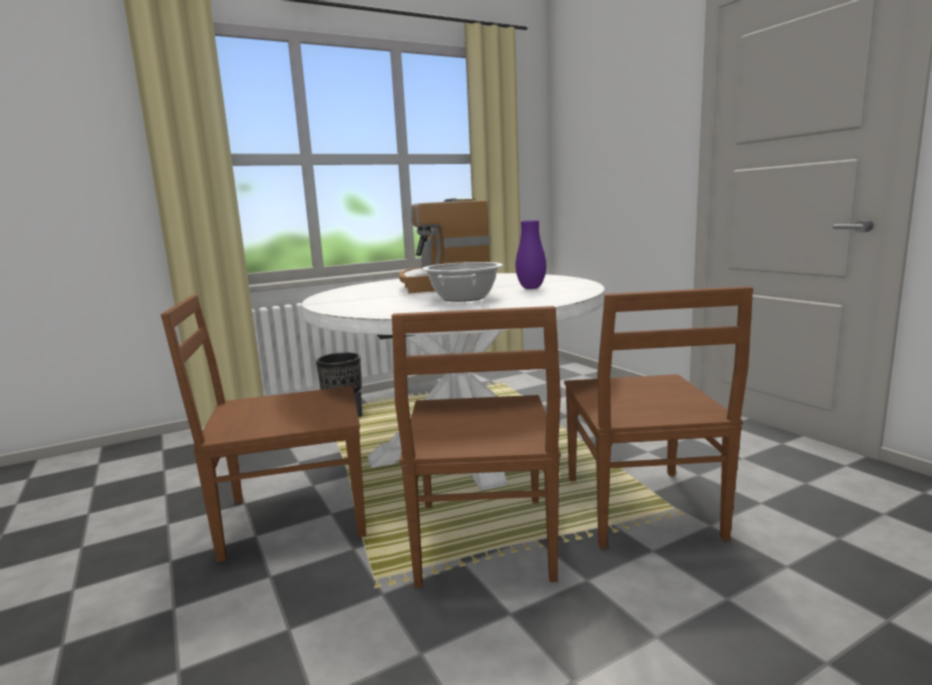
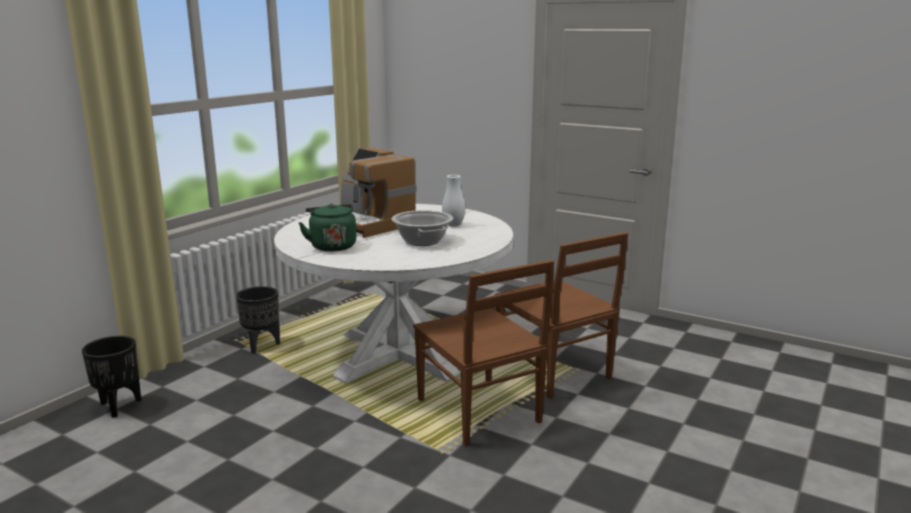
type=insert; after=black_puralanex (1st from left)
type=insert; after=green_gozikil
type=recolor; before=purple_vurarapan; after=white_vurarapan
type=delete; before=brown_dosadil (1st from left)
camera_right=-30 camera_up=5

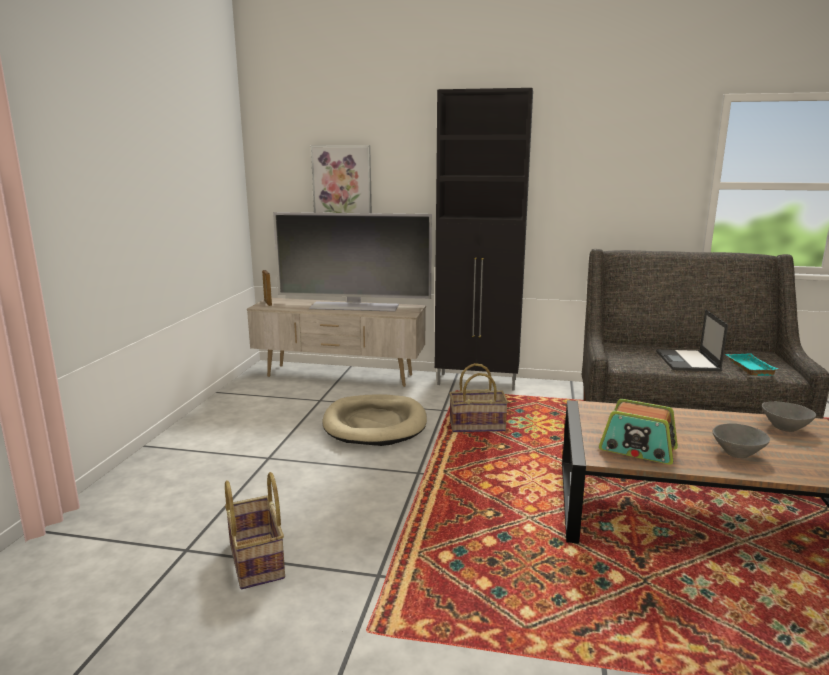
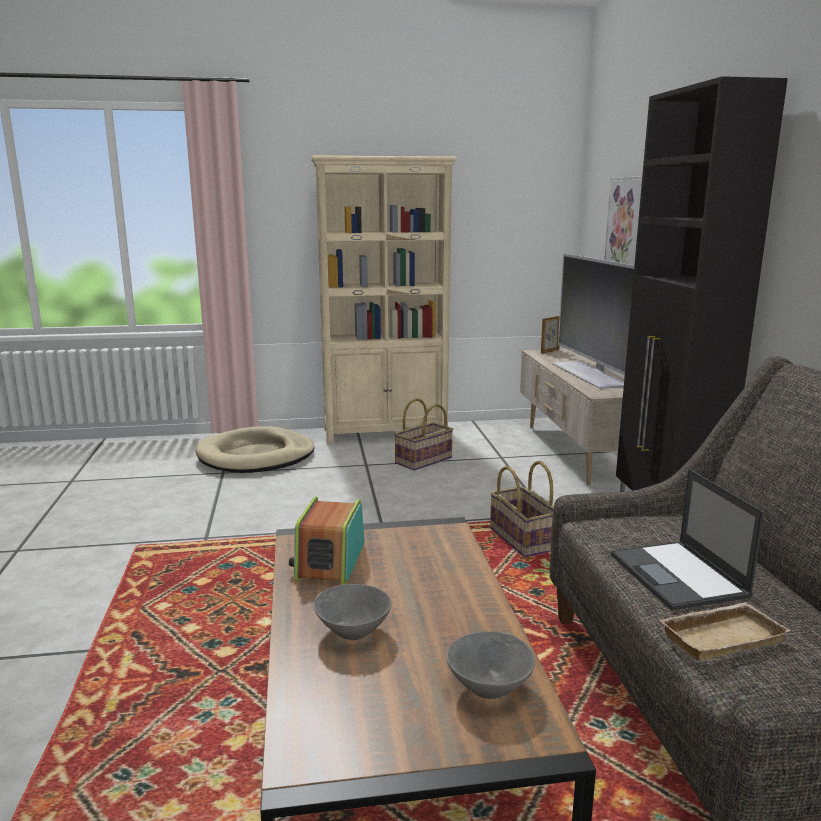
type=move; before=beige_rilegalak
type=insert; after=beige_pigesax
type=move; before=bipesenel (1st from left)
type=rotate; before=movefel; turn=-90
type=recolor; before=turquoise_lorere; after=beige_lorere
camera_right=70 camera_up=0

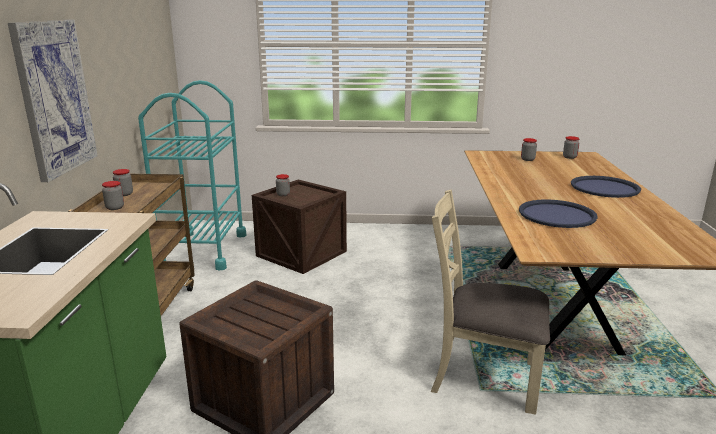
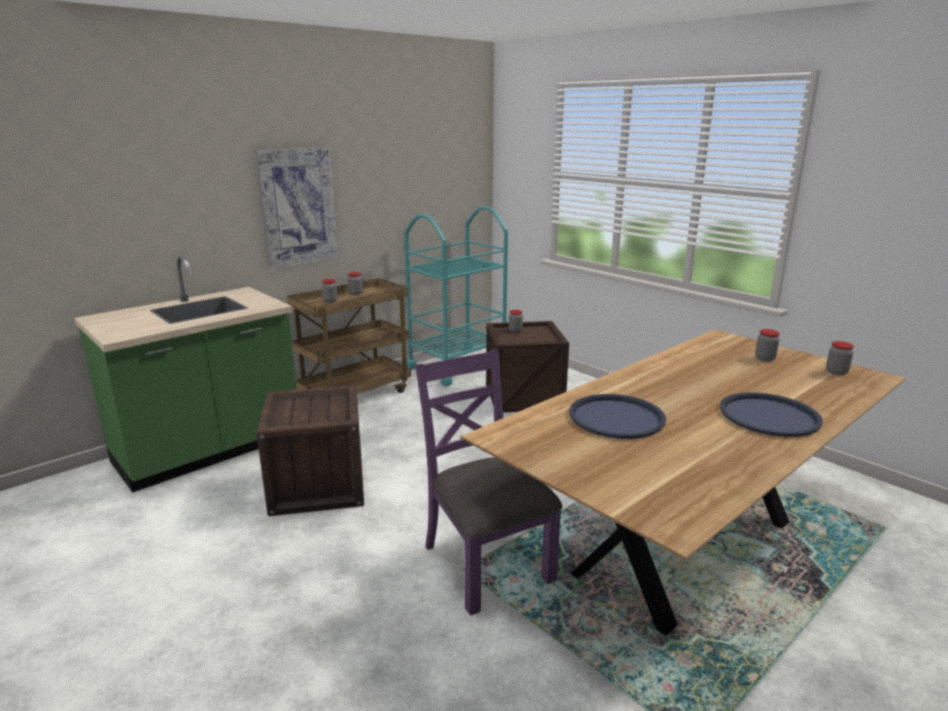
type=recolor; before=beige_dosadil; after=purple_dosadil
camera_right=45 camera_up=0

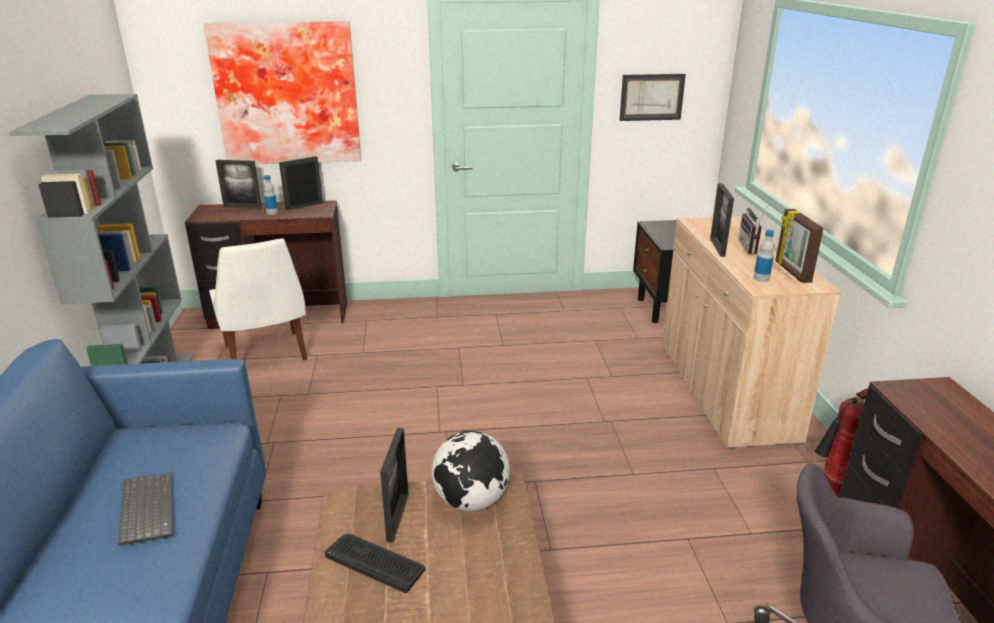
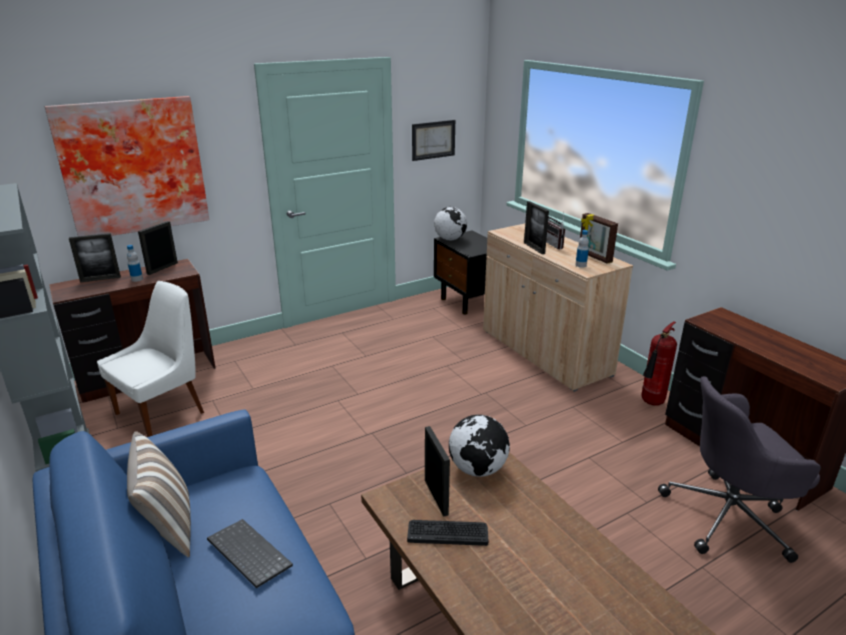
type=rotate; before=white_dosadil; turn=-90
type=insert; after=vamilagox
type=insert; after=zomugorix (1st from left)
camera_right=-25 camera_up=0

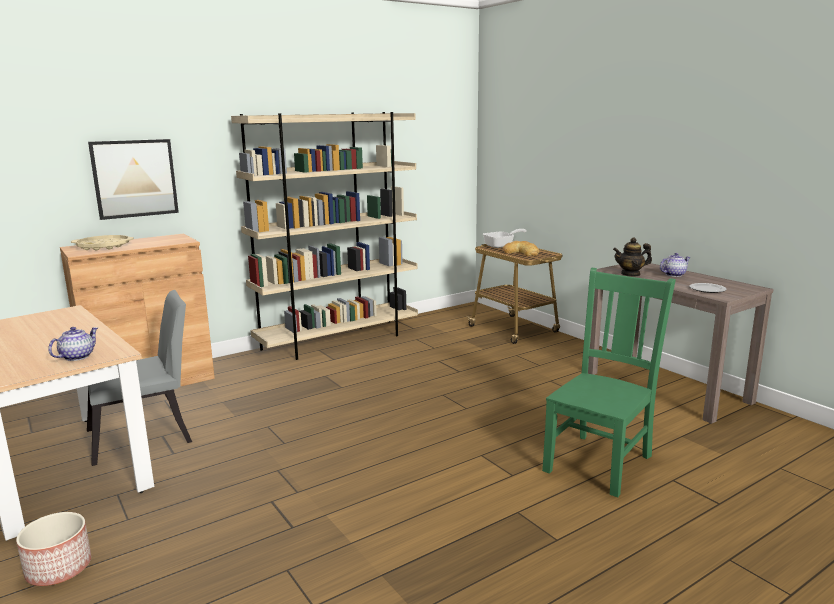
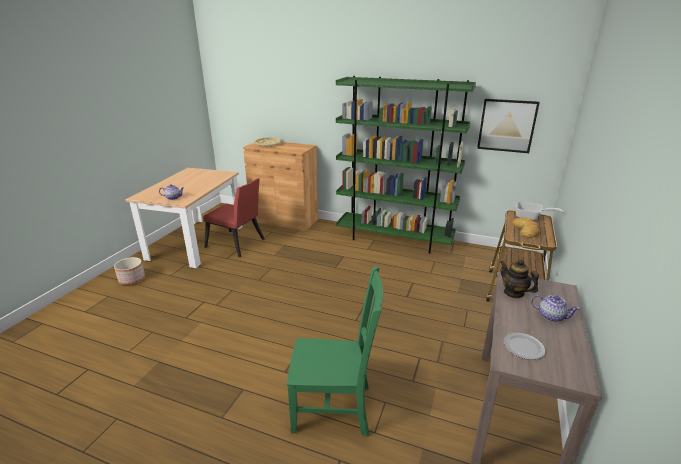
type=recolor; before=grey_dosadil; after=red_dosadil
type=recolor; before=beige_pigesax; after=green_pigesax
type=move; before=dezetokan
camera_right=55 camera_up=10

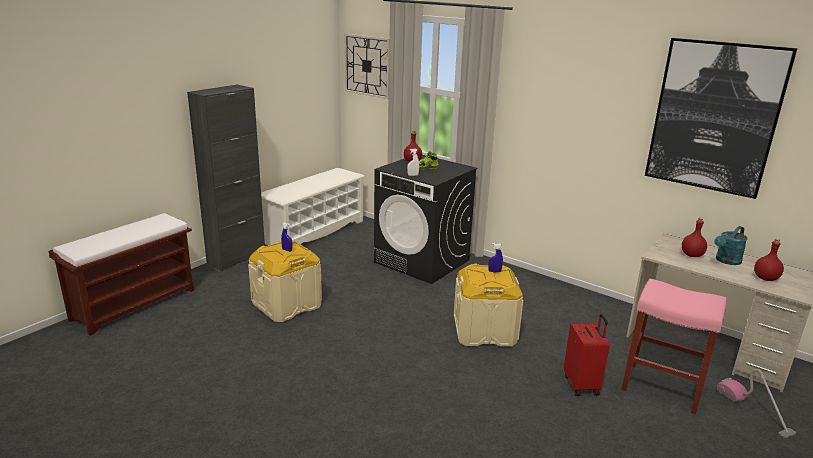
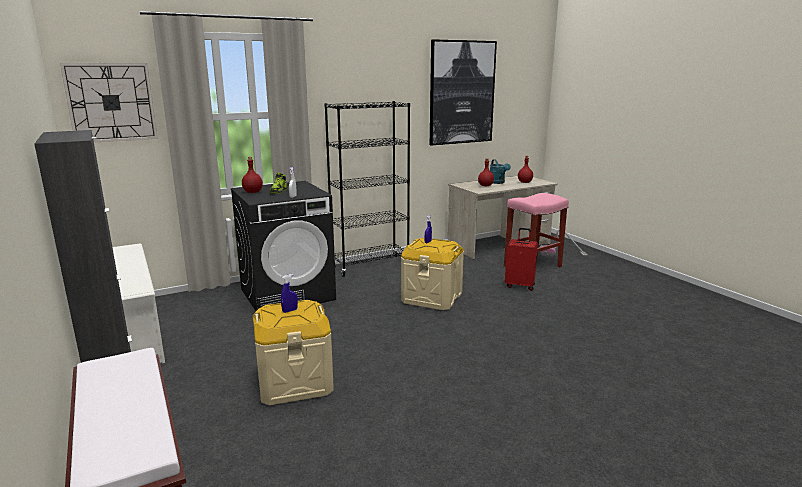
type=insert; after=black_pigesax
camera_right=-65 camera_up=-5

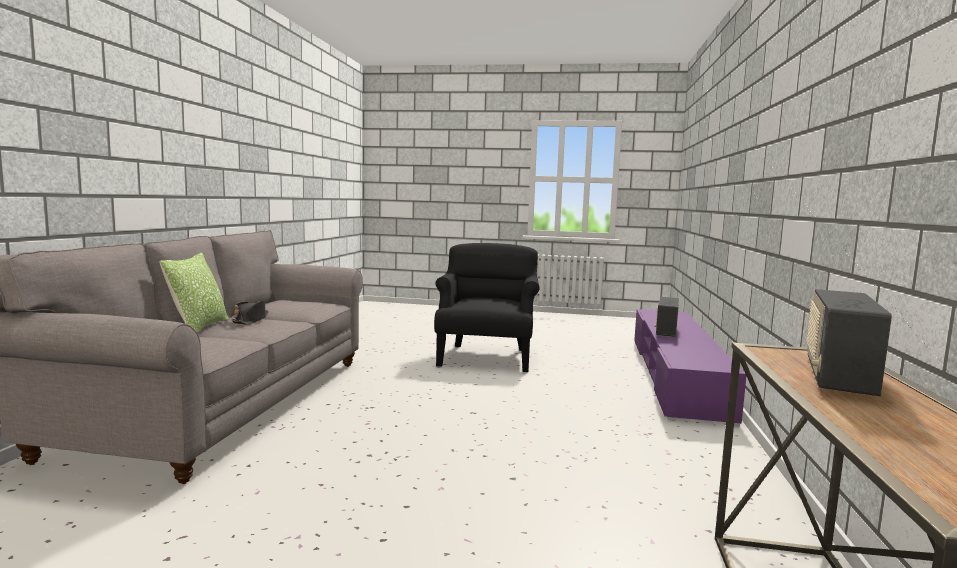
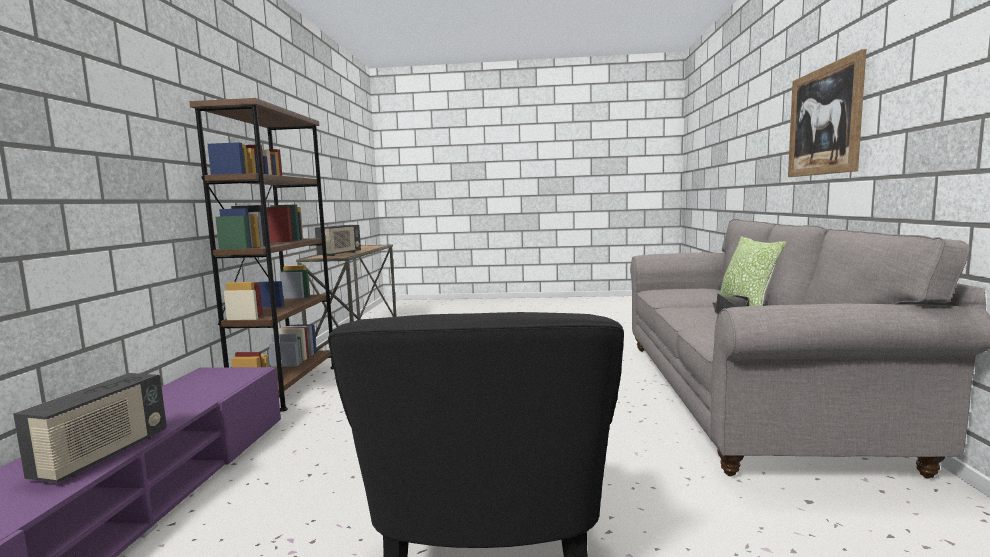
type=insert; after=brown_pigesax
type=insert; after=dezetokan
camera_right=175 camera_up=0

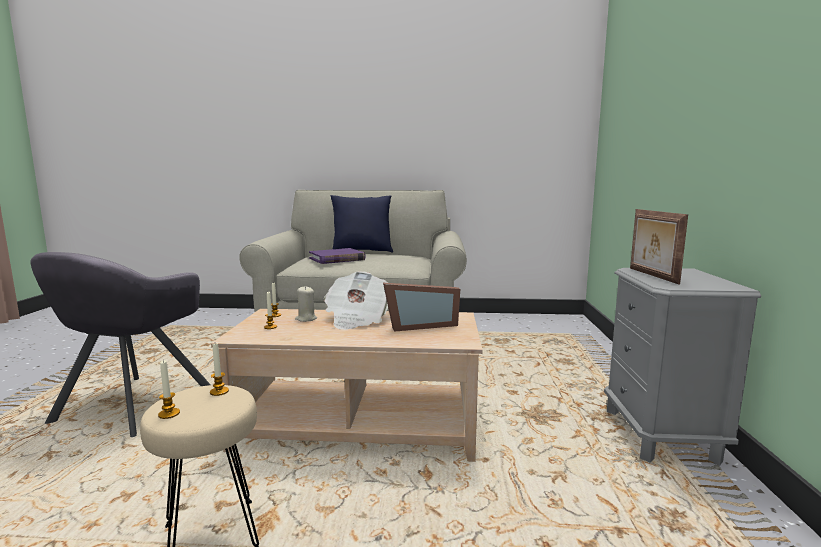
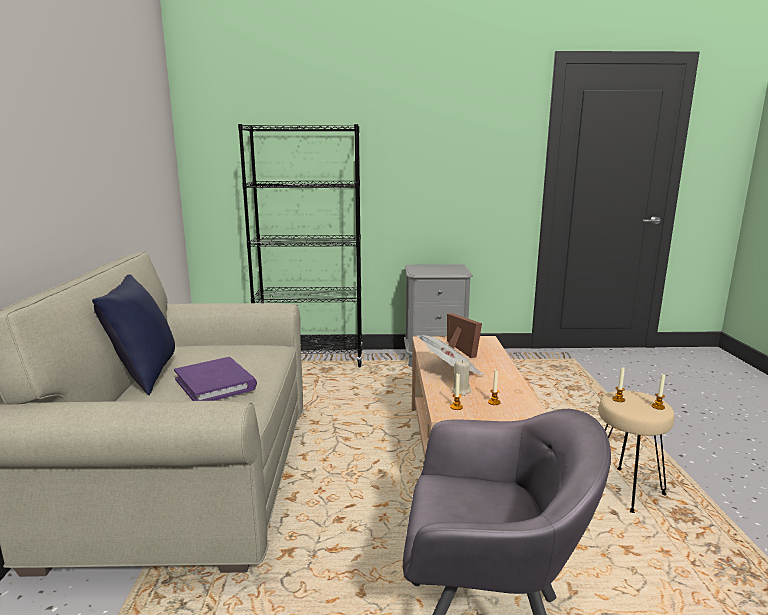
type=insert; after=black_pigesax
type=delete; before=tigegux (2nd from left)
camera_right=-95 camera_up=5

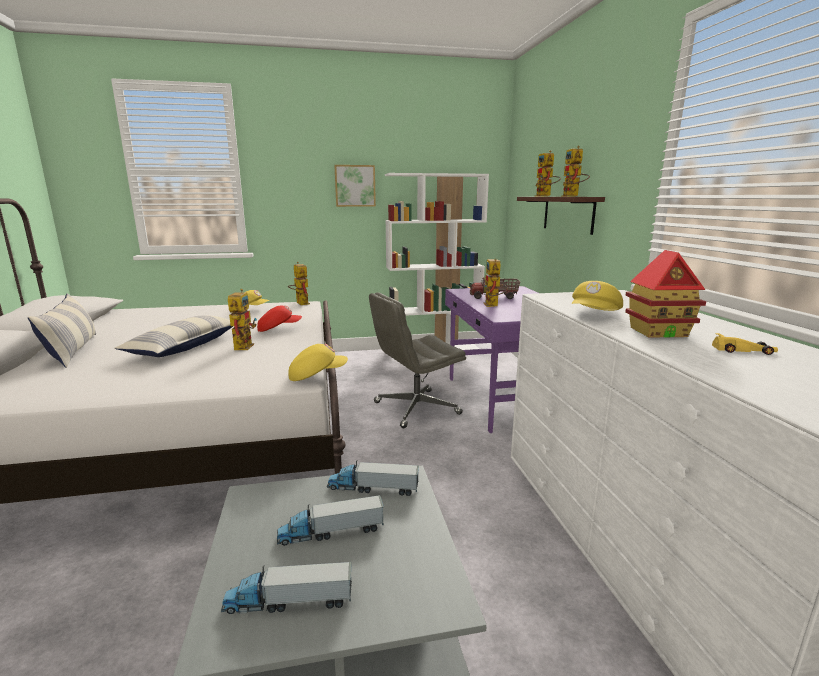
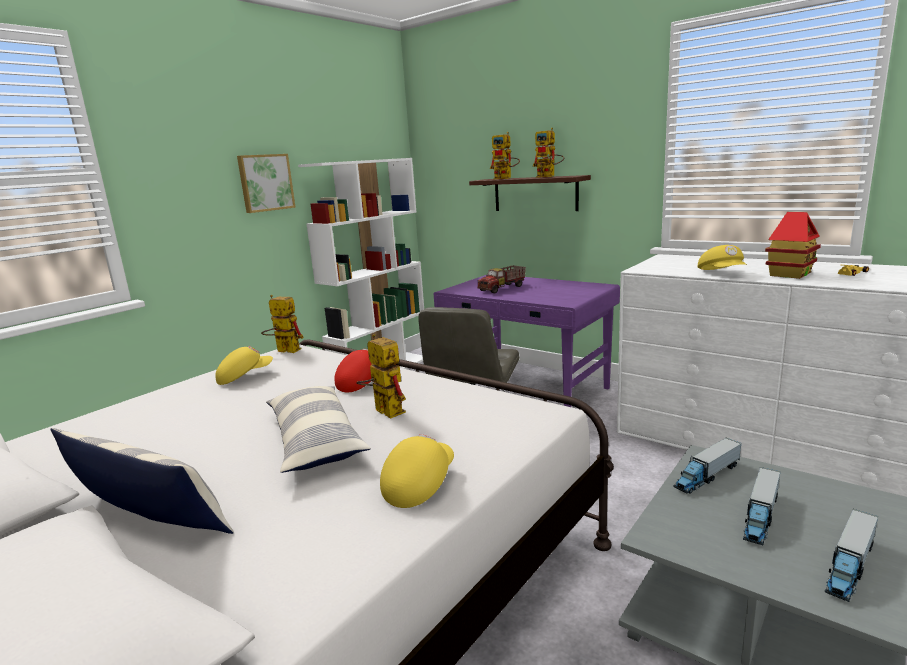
type=move; before=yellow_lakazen (2nd from left)
type=delete; before=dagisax (3rd from left)
camera_right=-40 camera_up=0

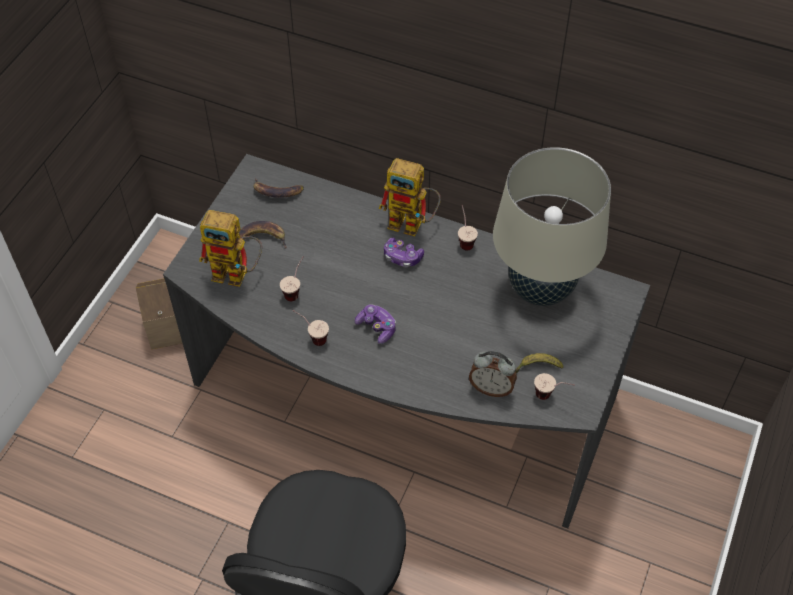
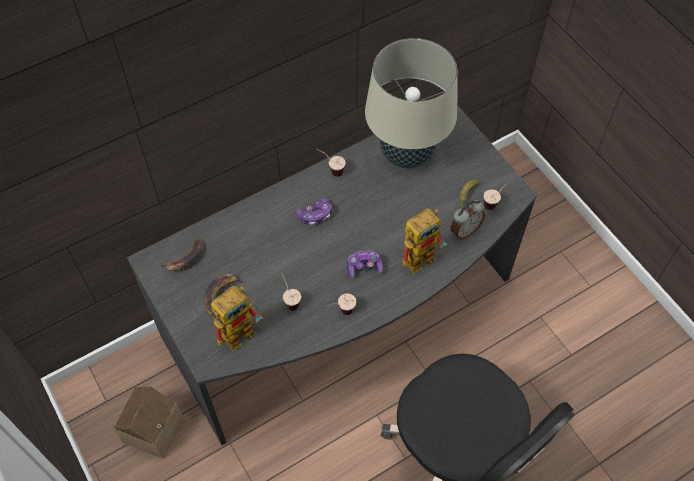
type=move; before=dagisax (2nd from left)
camera_right=-55 camera_up=5

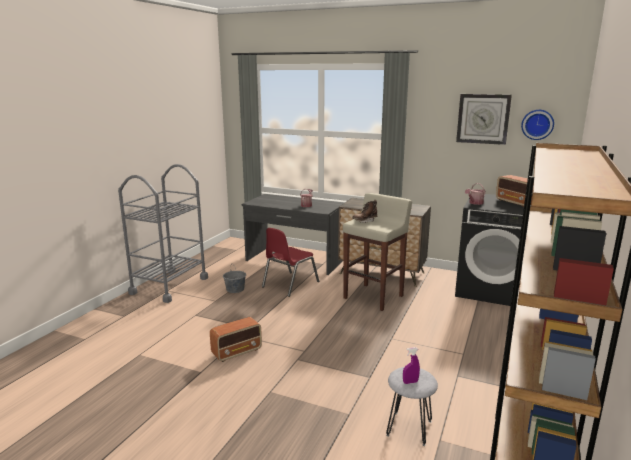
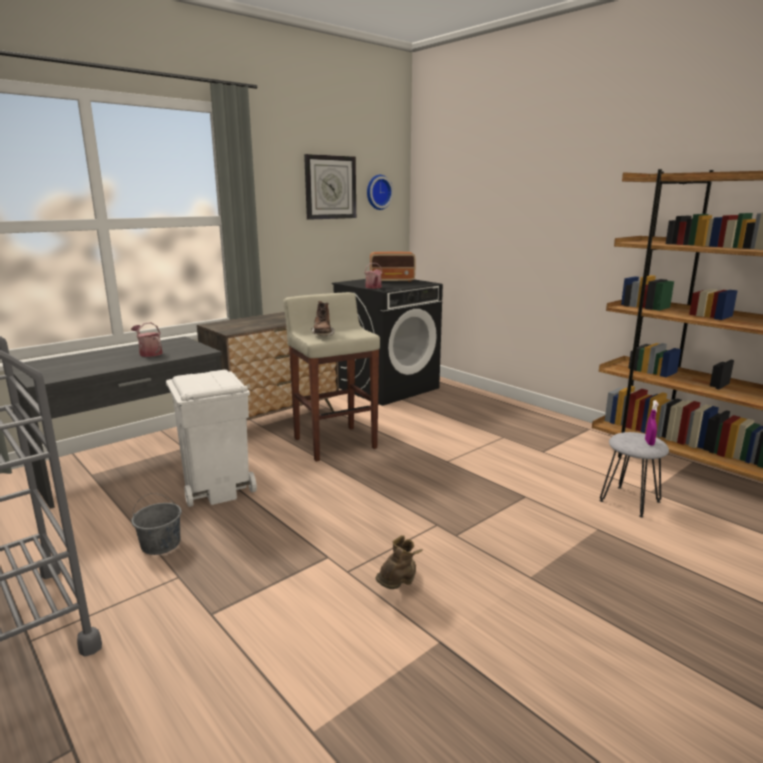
type=replace; before=red_dosadil; after=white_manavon
type=replace; before=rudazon (1st from left); after=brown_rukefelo (2nd from left)
camera_right=-65 camera_up=0

